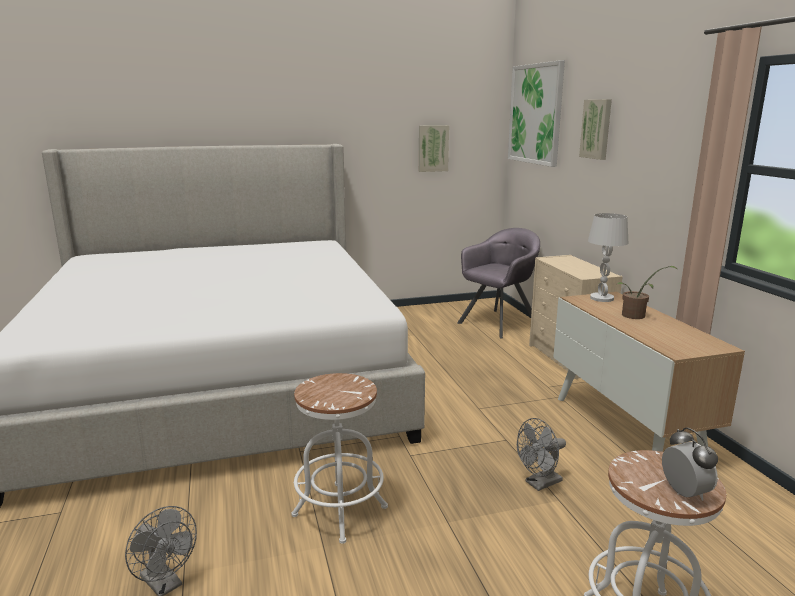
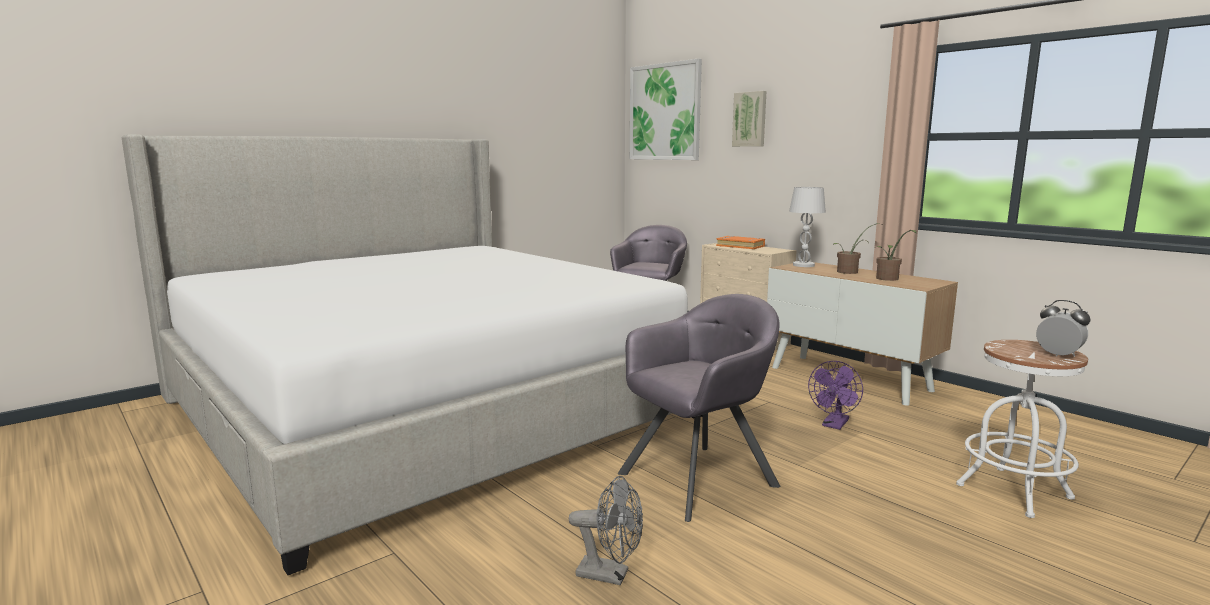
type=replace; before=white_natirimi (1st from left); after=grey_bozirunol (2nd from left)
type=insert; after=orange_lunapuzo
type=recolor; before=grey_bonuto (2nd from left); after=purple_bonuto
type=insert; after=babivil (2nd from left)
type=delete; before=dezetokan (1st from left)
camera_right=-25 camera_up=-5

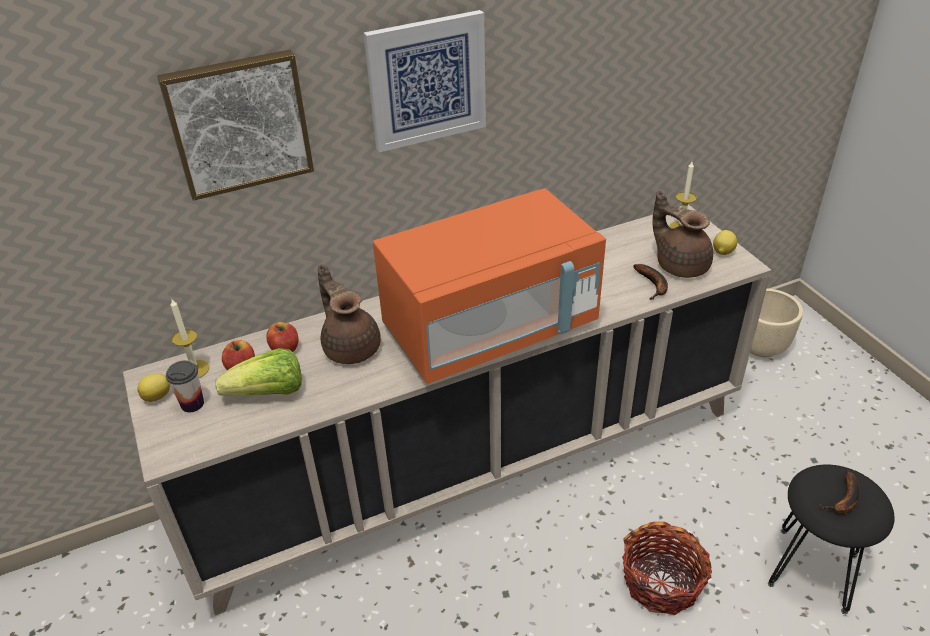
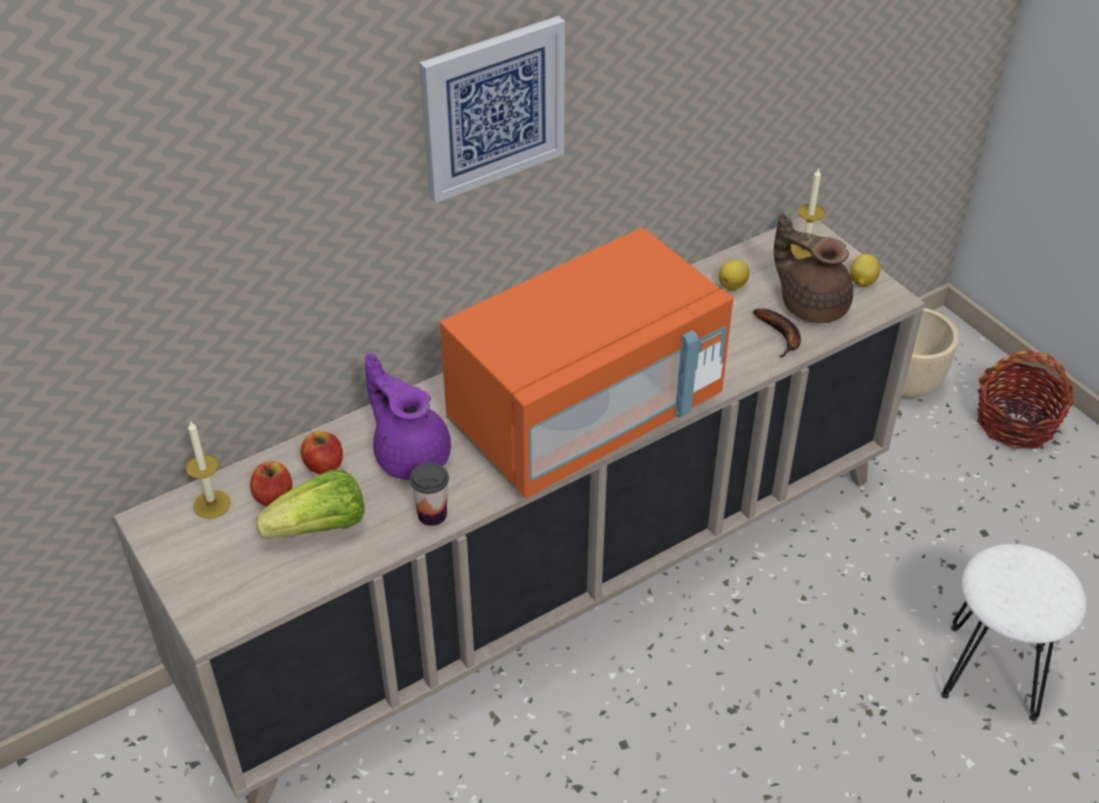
type=recolor; before=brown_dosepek (1st from left); after=purple_dosepek
type=move; before=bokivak
type=move; before=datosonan (1st from left)
type=recolor; before=black_natirimi; after=white_natirimi
type=move; before=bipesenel
type=delete; before=dezetokan (1st from left)
type=delete; before=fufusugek (2nd from left)
camera_right=-10 camera_up=5

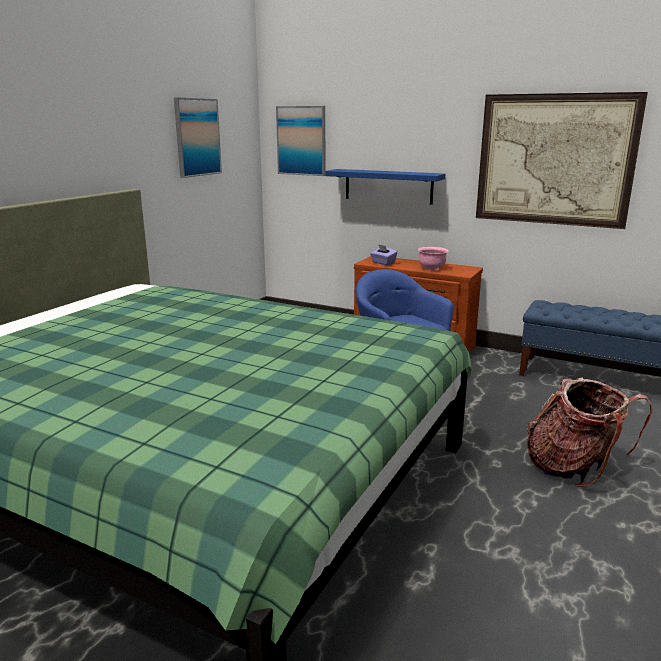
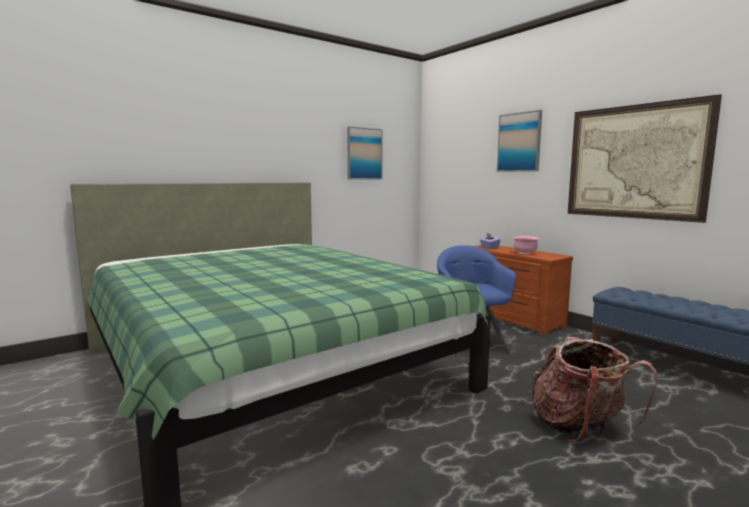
type=move; before=dezetokan (2nd from left)
type=delete; before=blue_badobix
camera_right=25 camera_up=-10

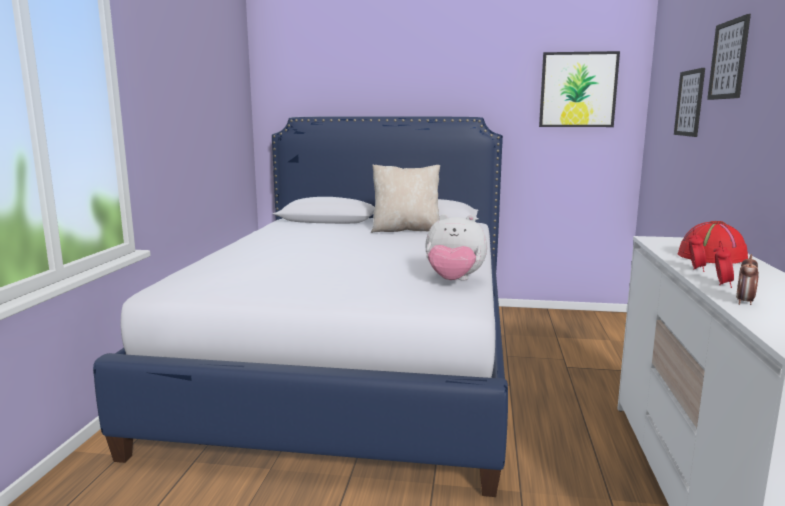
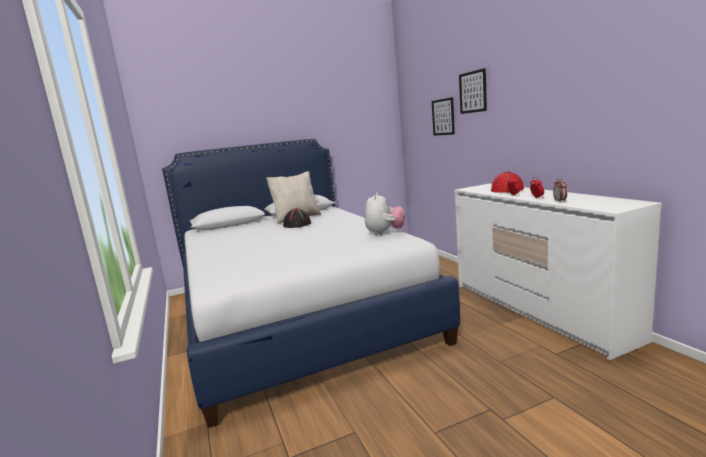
type=insert; after=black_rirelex
type=rotate; before=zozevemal; turn=-60
type=delete; before=dezetokan (1st from left)
camera_right=-30 camera_up=0

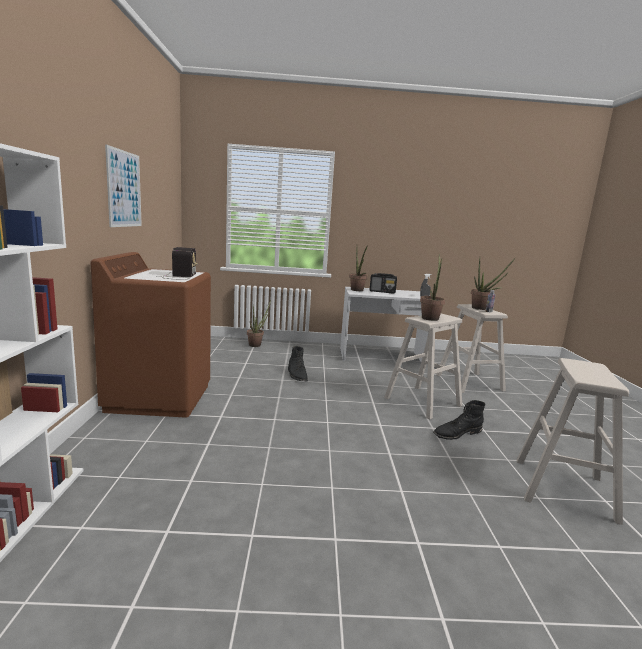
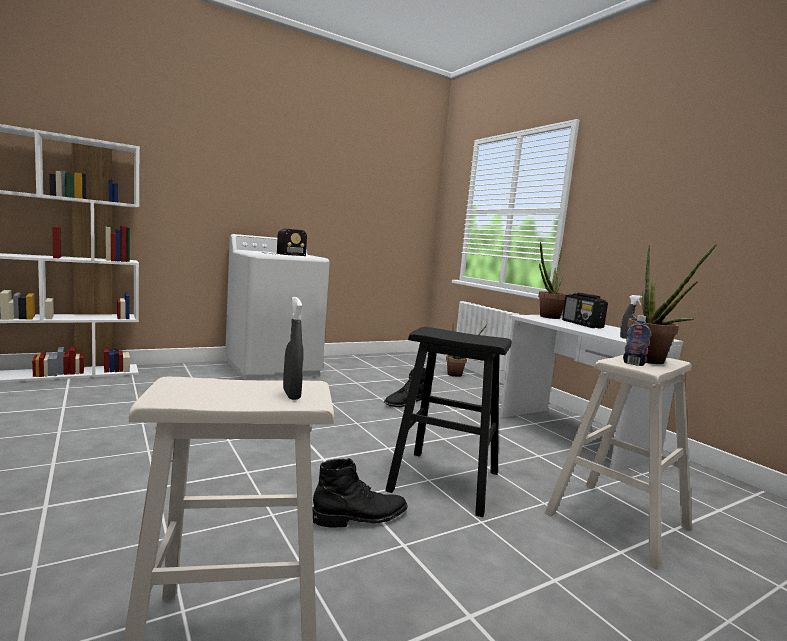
type=recolor; before=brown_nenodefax; after=white_nenodefax
type=insert; after=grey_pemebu (1st from left)
type=rotate; before=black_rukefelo (2nd from left in the first image); turn=120
type=recolor; before=beige_natirimi (1st from left); after=black_natirimi
type=delete; before=dezetokan
type=delete; before=babivil (3rd from left)
camera_right=60 camera_up=-5

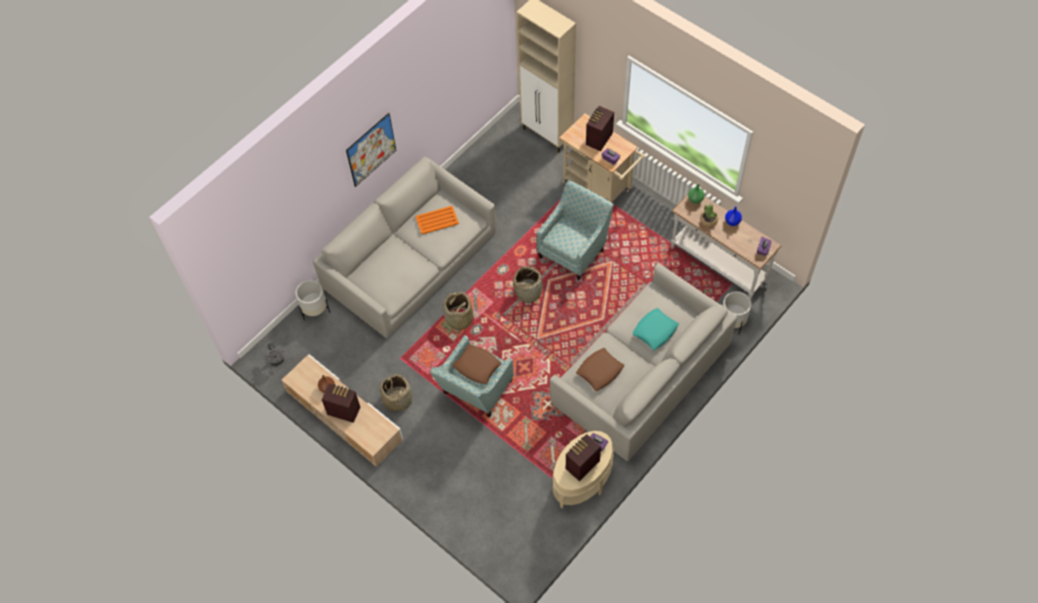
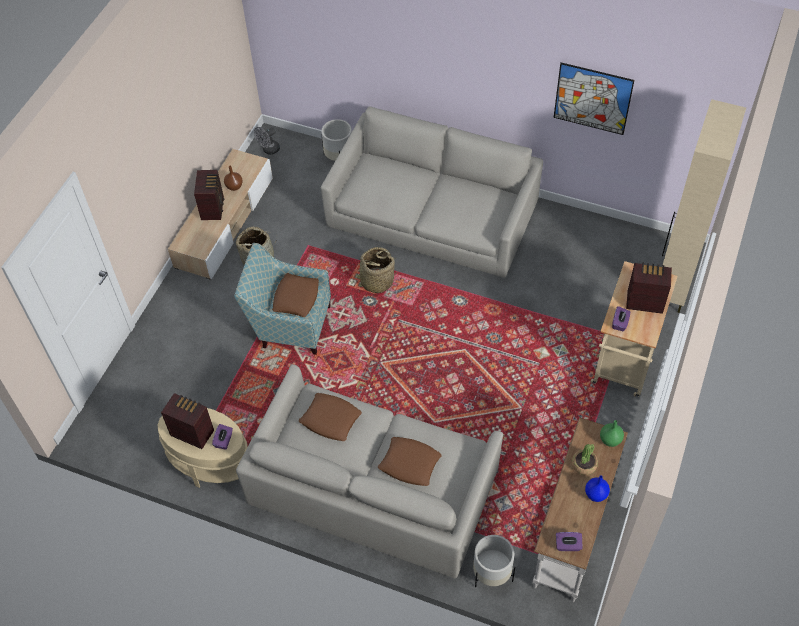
type=recolor; before=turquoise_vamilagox; after=brown_vamilagox (3rd from left)
type=move; before=dezetokan
type=delete; before=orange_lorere
type=delete; before=bipesenel (3rd from left)
type=delete; before=bozirunol (2nd from left)
camera_right=70 camera_up=-5

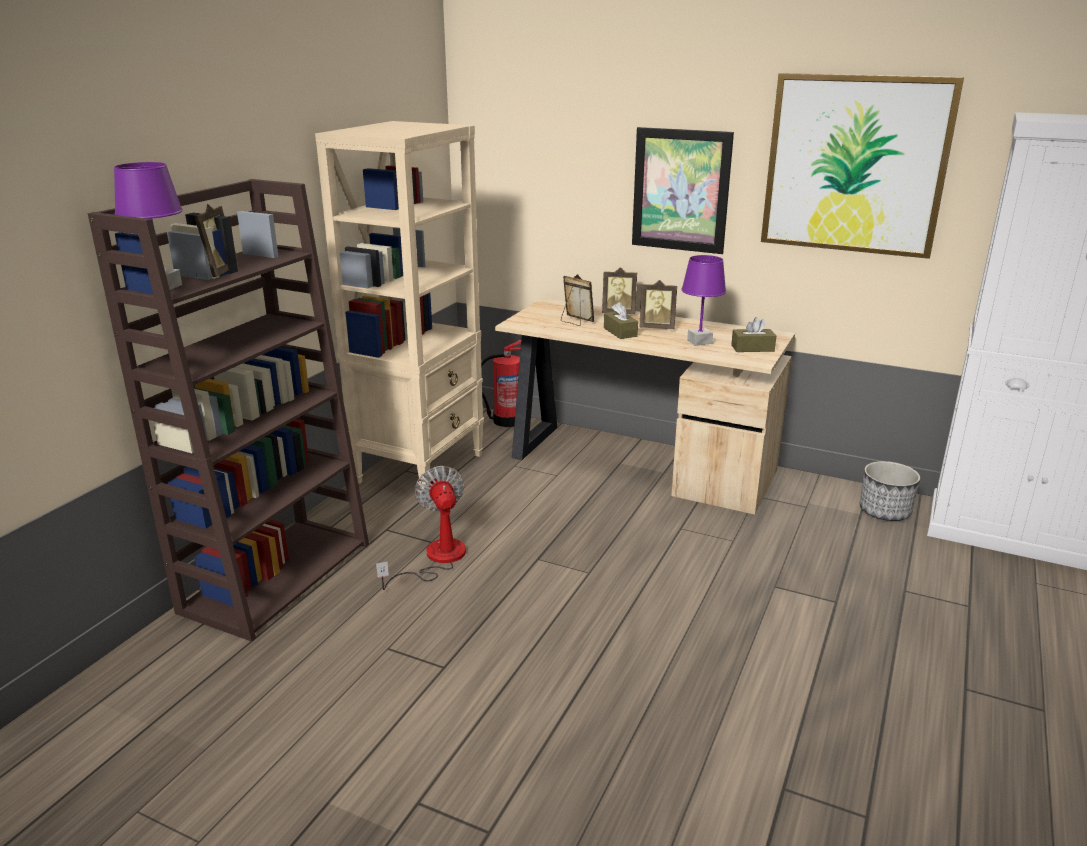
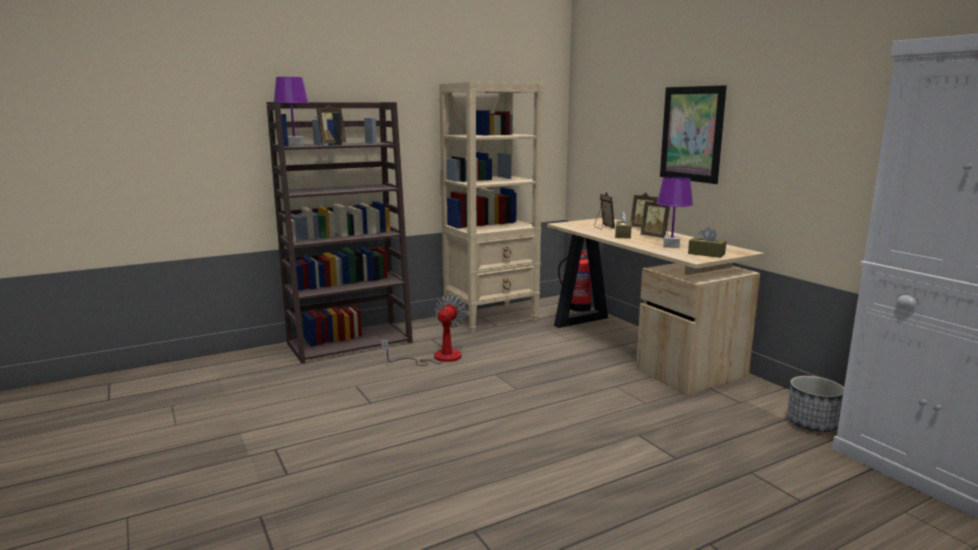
type=delete; before=dezetokan (2nd from left)
camera_right=35 camera_up=-10

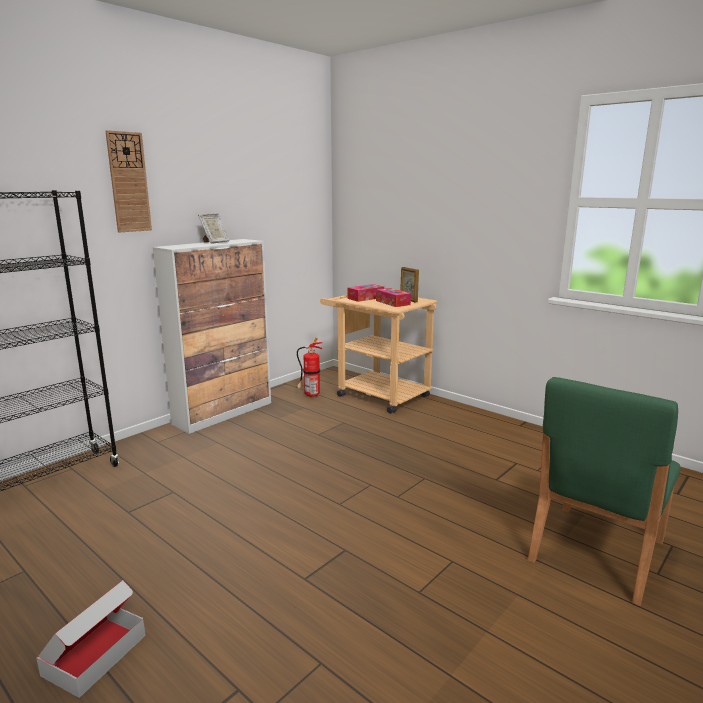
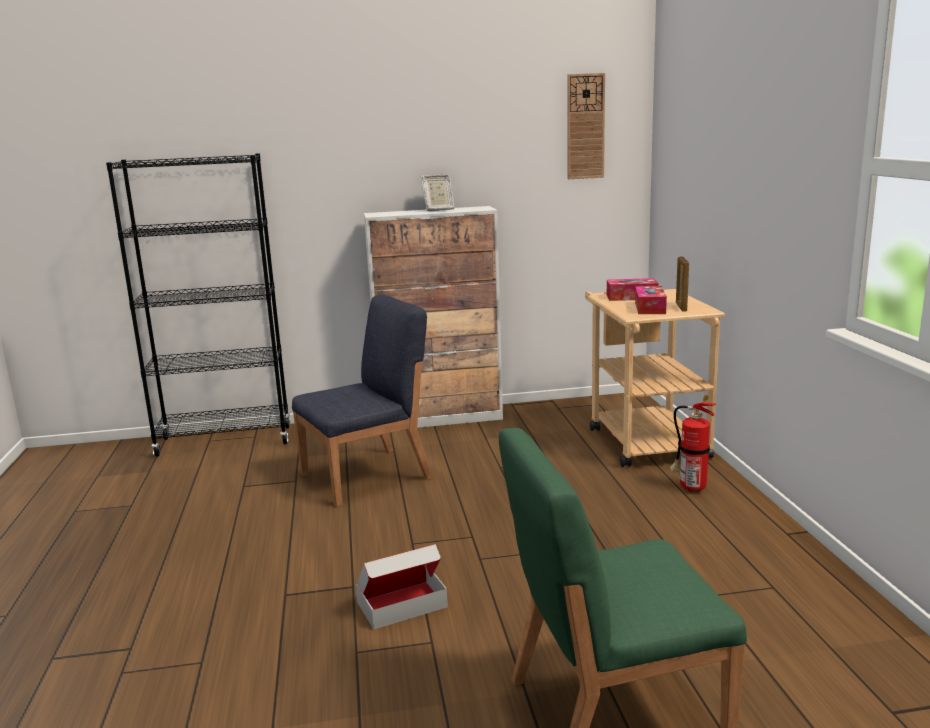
type=insert; after=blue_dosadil
type=move; before=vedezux
type=move; before=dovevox
type=move; before=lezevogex
camera_right=40 camera_up=0

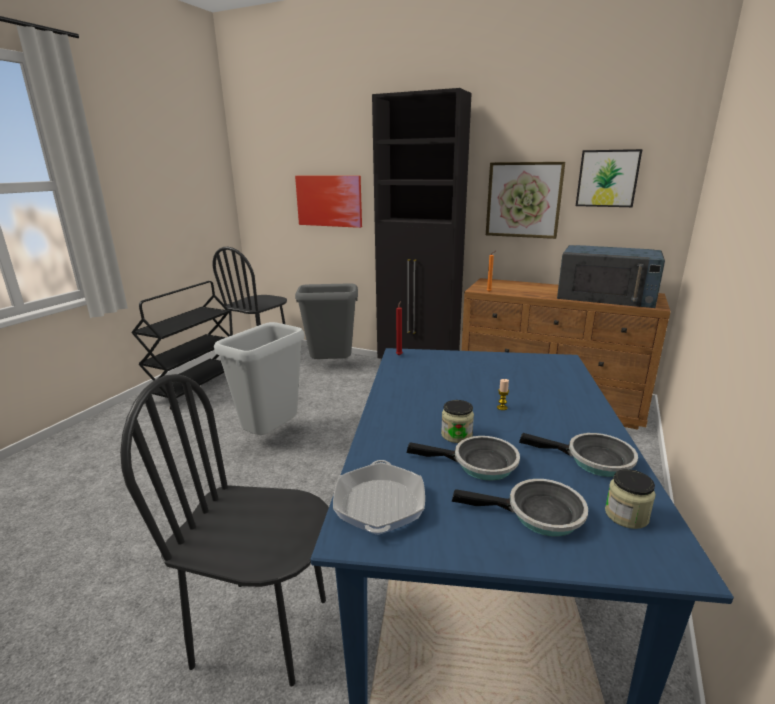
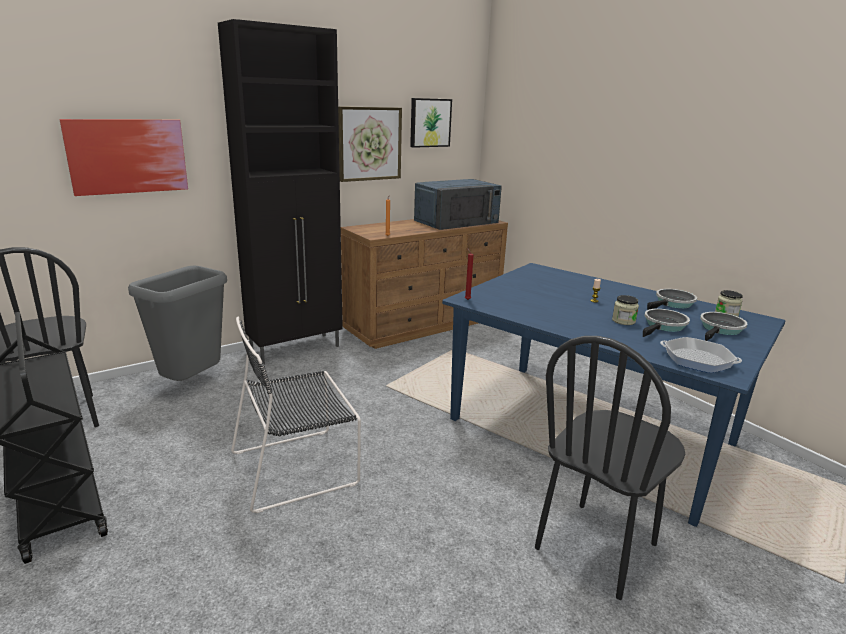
type=replace; before=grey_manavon (1st from left); after=black_dosadil (2nd from left)
camera_right=-60 camera_up=0

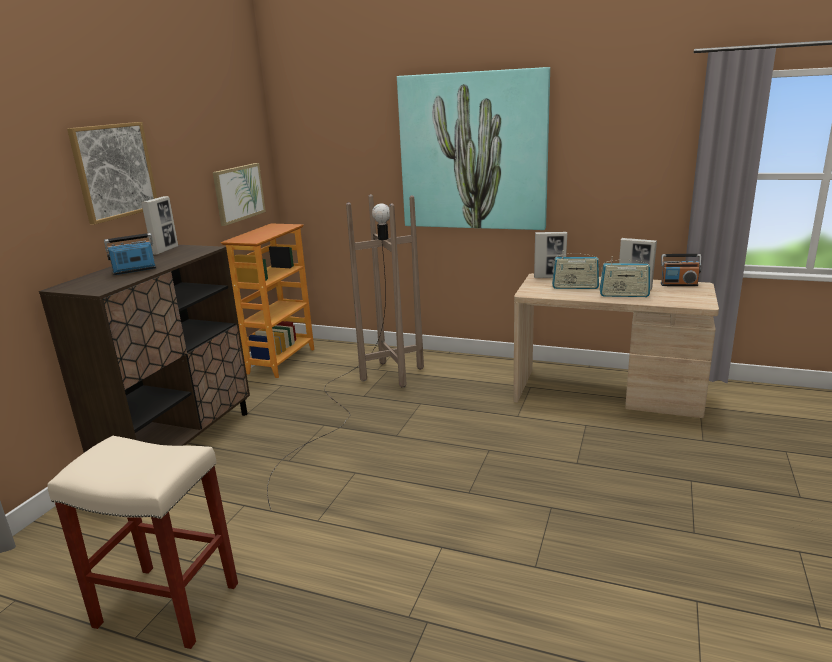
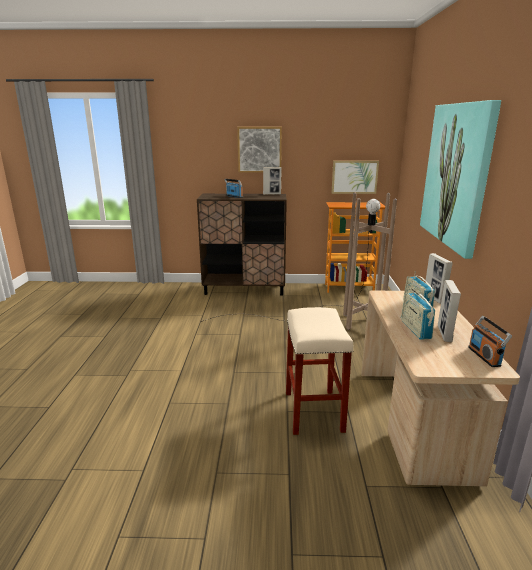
type=move; before=beige_natirimi
camera_right=70 camera_up=0

